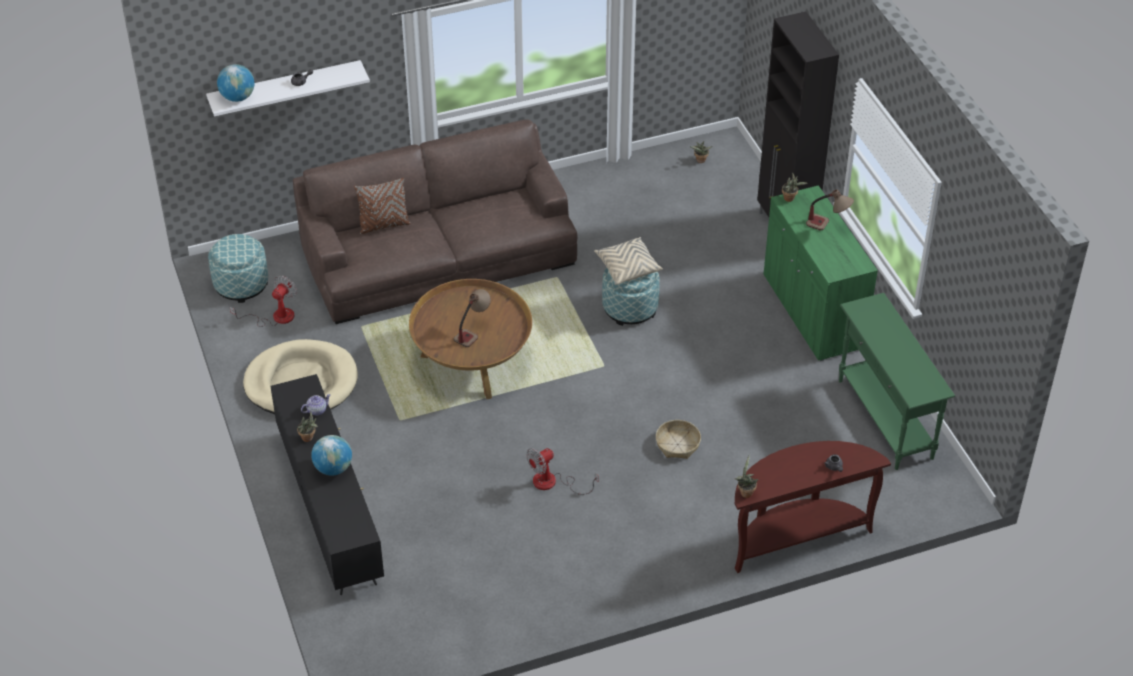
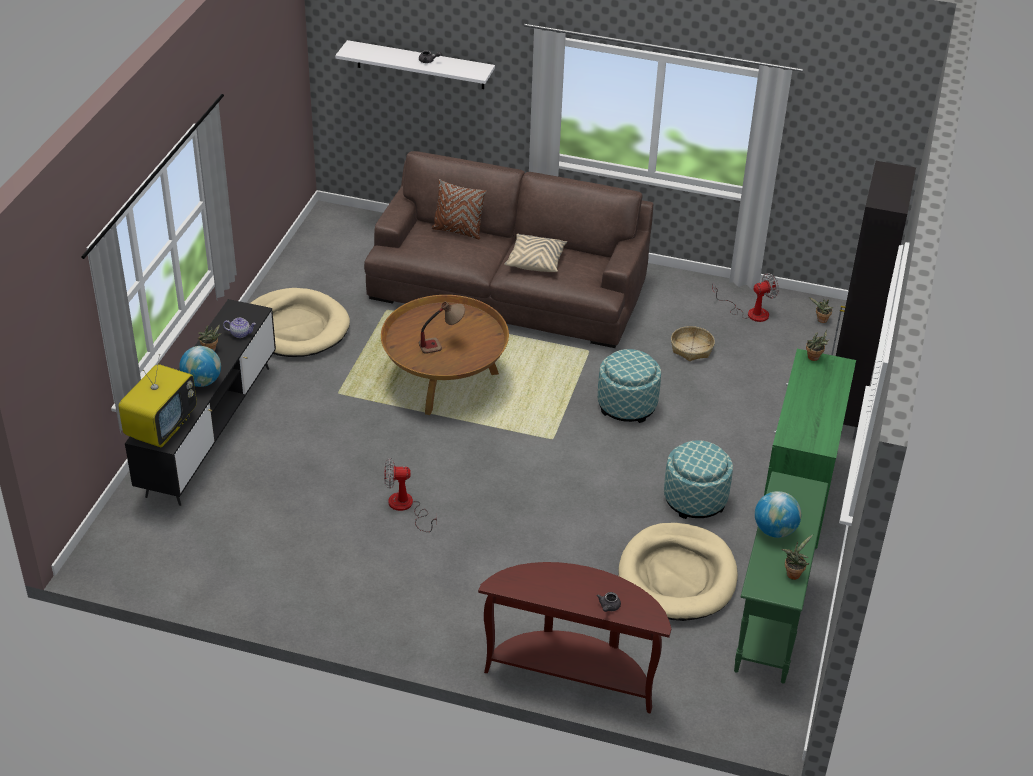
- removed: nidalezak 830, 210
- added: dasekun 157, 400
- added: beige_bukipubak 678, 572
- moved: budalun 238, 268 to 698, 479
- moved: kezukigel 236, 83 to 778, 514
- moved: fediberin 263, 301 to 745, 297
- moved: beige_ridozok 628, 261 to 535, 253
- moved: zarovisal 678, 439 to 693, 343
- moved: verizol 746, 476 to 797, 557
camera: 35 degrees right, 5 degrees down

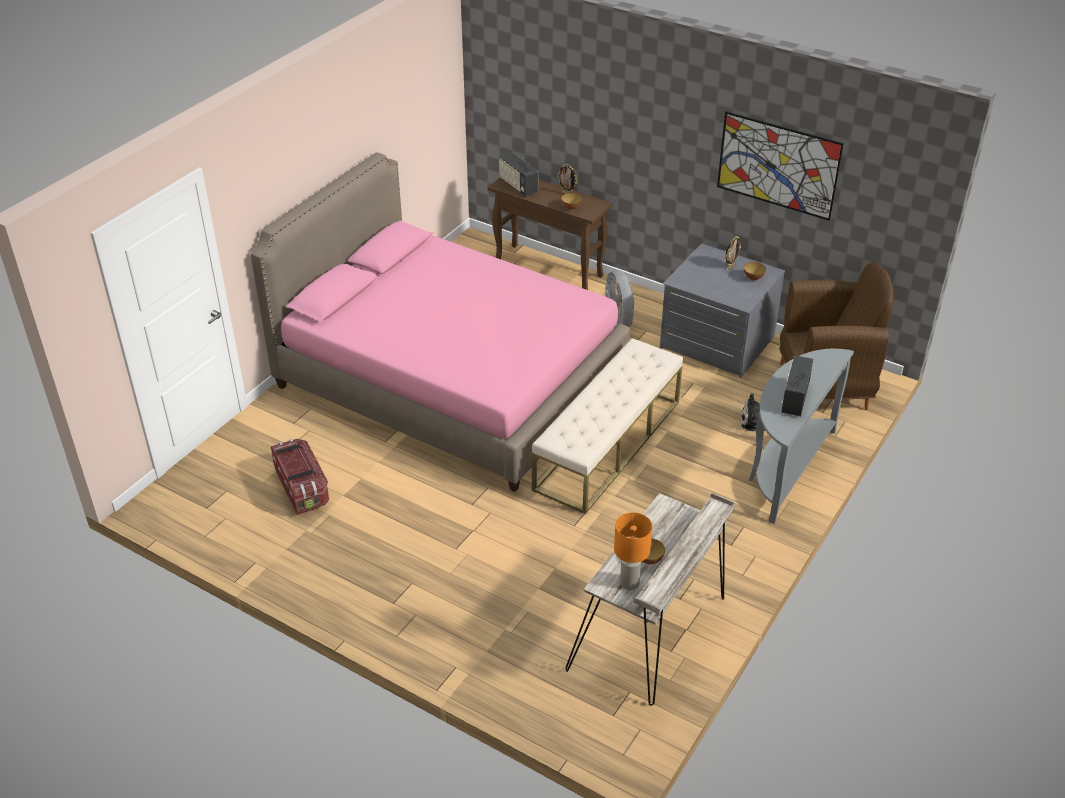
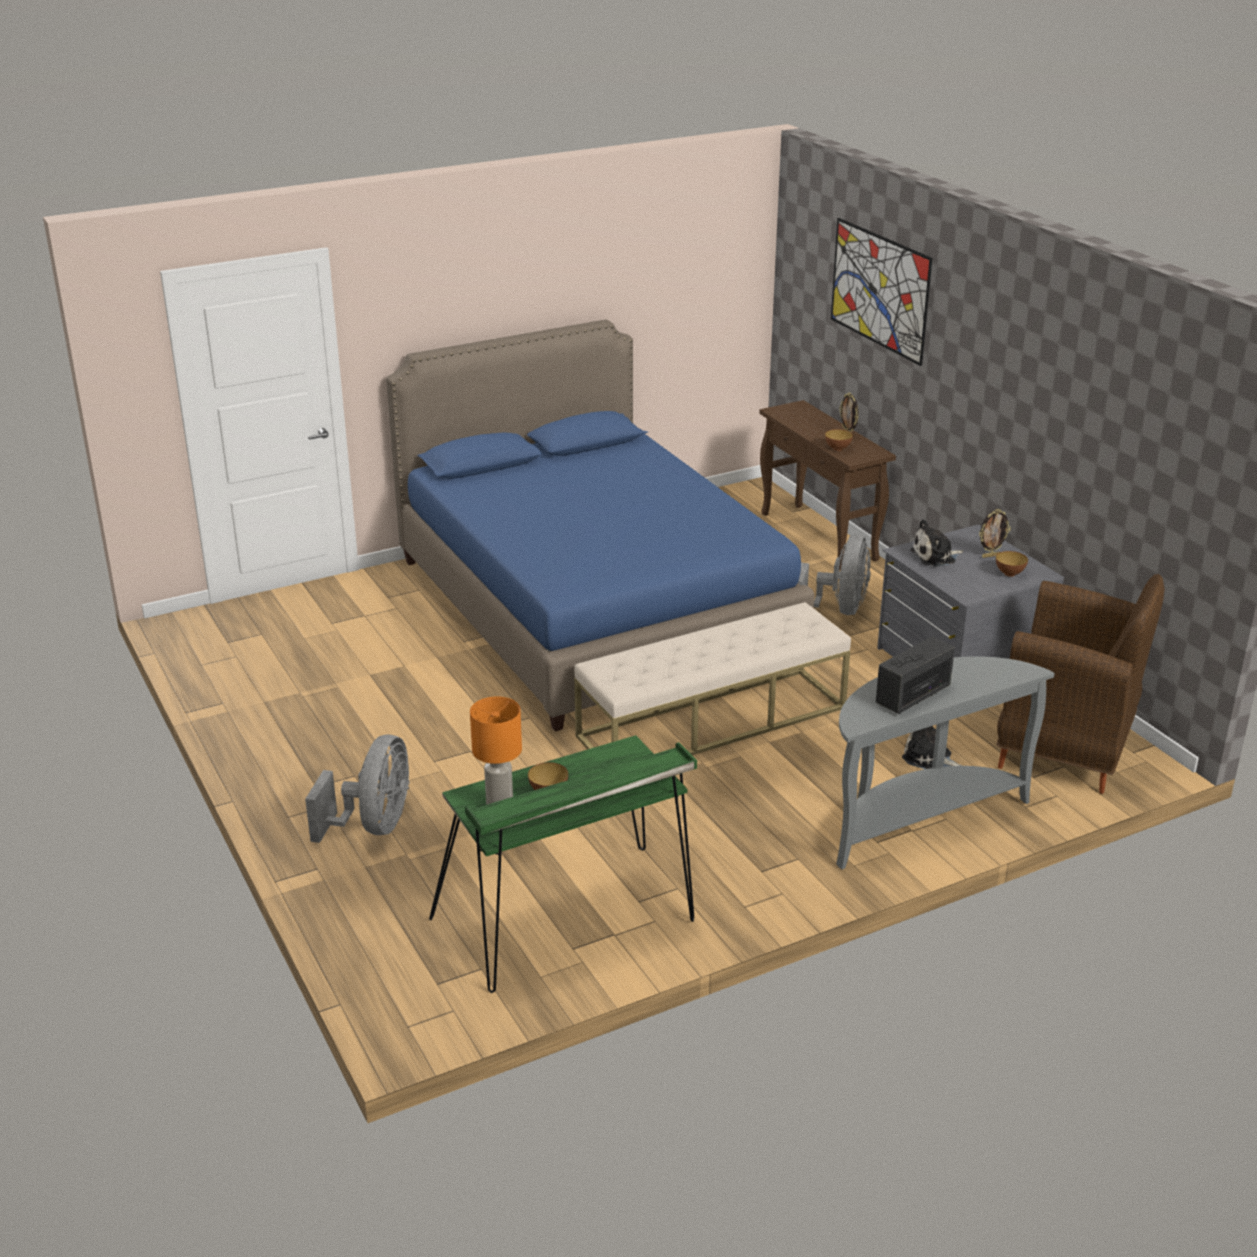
- removed: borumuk 300, 477
- removed: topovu 518, 175
- added: grey_fediberin 357, 789
- added: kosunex 937, 543
- moved: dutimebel 780, 166 to 881, 292
- recoloured: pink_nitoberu 440, 322 to blue_nitoberu 600, 526
- recoloured: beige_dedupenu 650, 599 to green_dedupenu 563, 864
camera: 30 degrees right, 10 degrees down

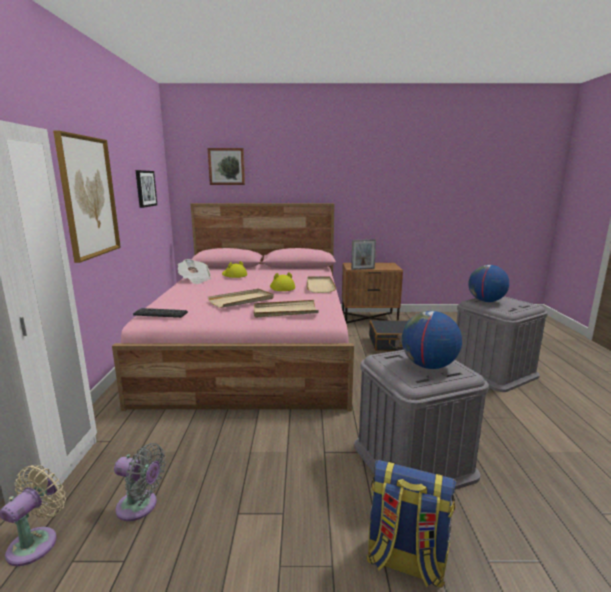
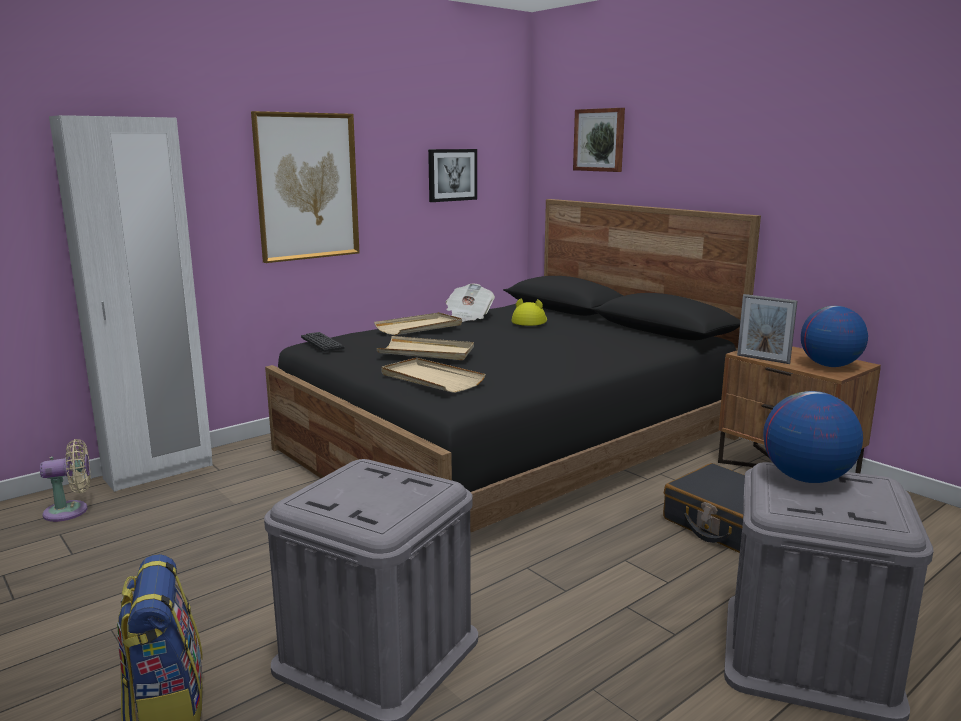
- removed: grey_fediberin 140, 482
- removed: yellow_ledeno 282, 281
- moved: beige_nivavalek 321, 284 to 418, 323
- moved: kezukigel 432, 340 to 834, 336
- recoloured: pink_nitoberu 233, 307 to black_nitoberu 513, 366
camera: 50 degrees right, 0 degrees up

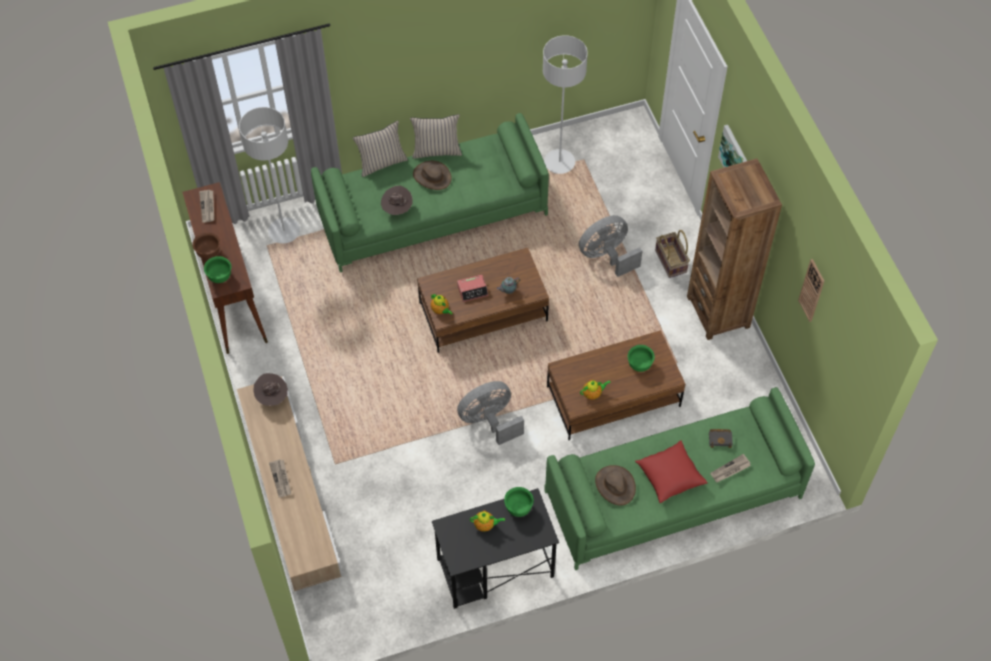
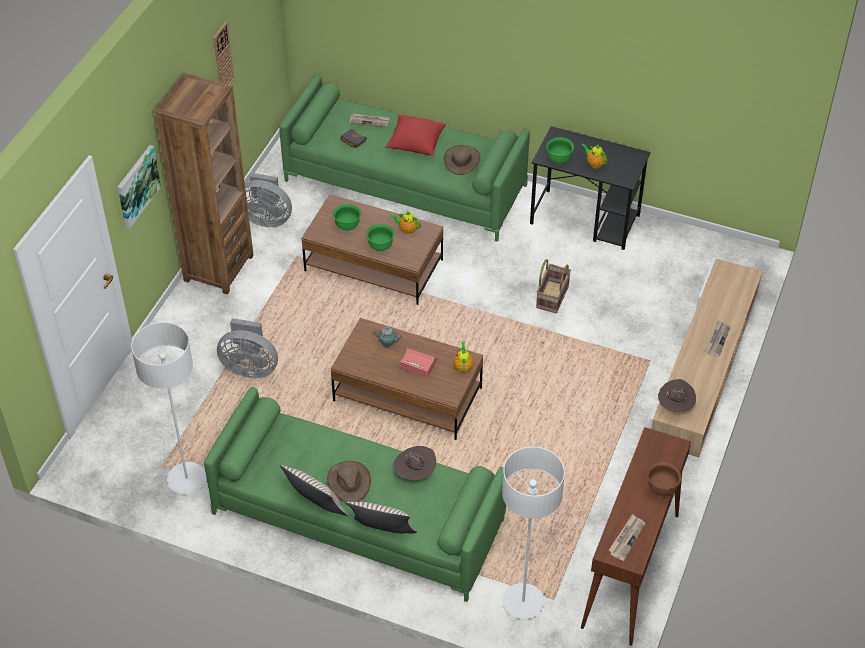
- moved: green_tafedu 217, 269 to 380, 237
- moved: grey_fediberin 490, 413 to 268, 200
- moved: zarovisal 672, 254 to 553, 286
camera: 140 degrees left, 10 degrees down

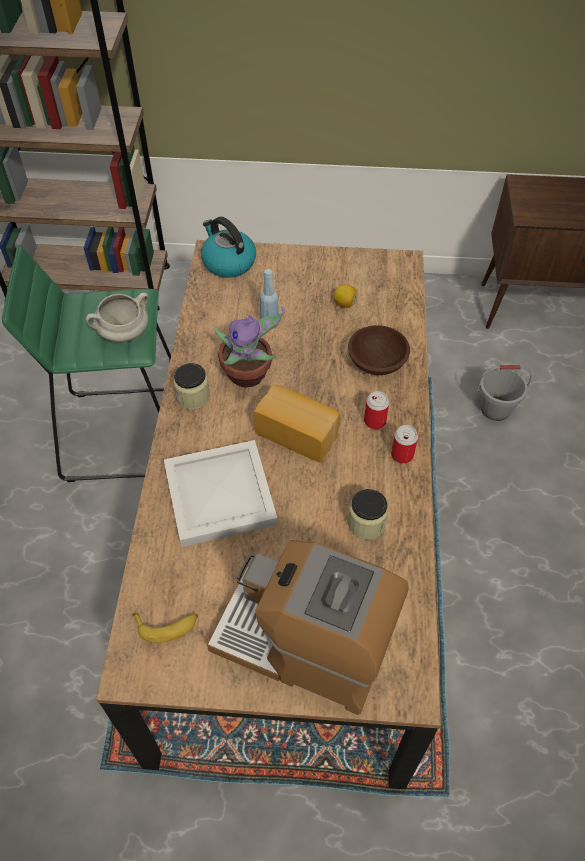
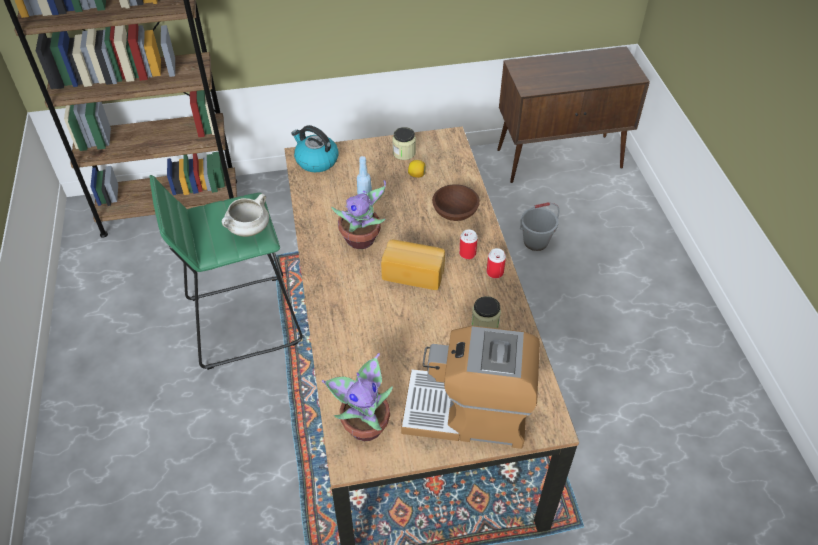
- removed: white_nivavalek 221, 493
- moved: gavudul 191, 386 to 404, 143
- replaced: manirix 165, 628 to verizol 357, 397
camera: 15 degrees left, 5 degrees down

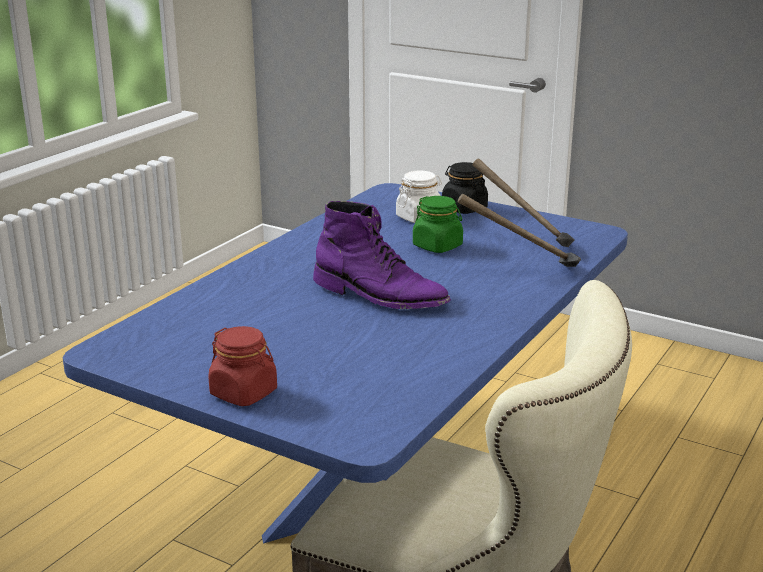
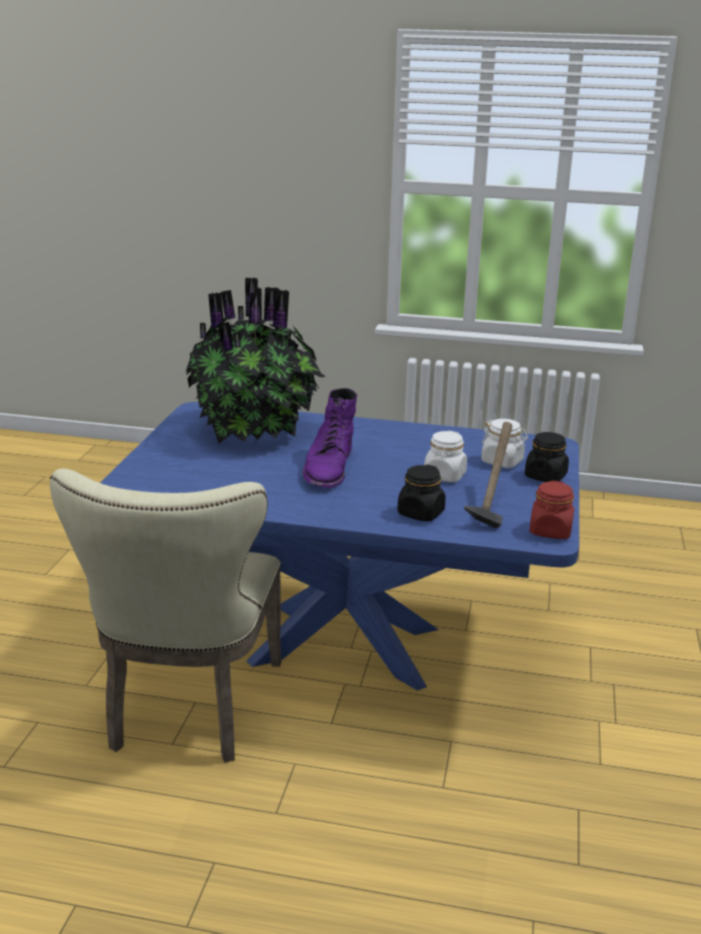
- added: verizol 256, 361
- moved: red_gavudul 242, 366 to 551, 509
- replaced: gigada 519, 230 to black_gavudul 421, 493
- recoloured: green_gavudul 438, 224 to white_gavudul 445, 456
camera: 70 degrees right, 0 degrees up

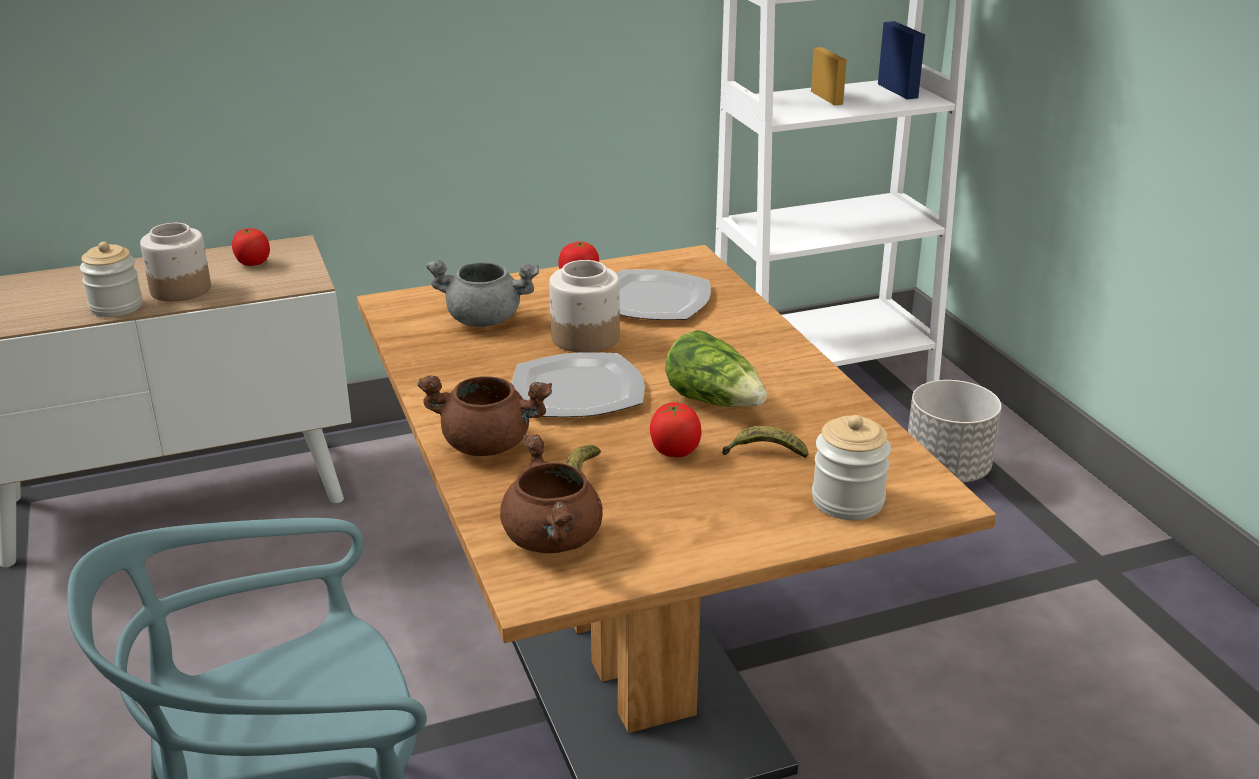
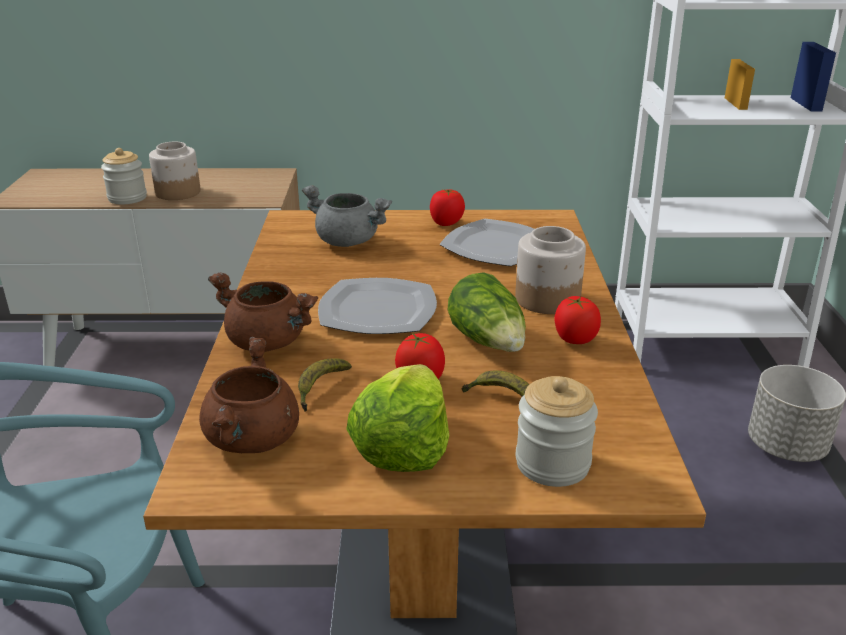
- added: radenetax 397, 418
- moved: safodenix 251, 247 to 578, 320
- moved: gavudul 584, 306 to 550, 270
camera: 20 degrees right, 0 degrees up

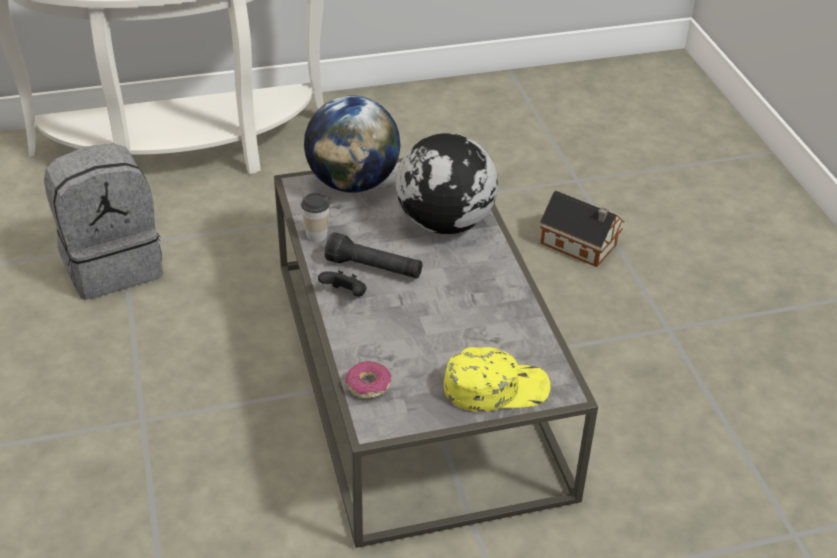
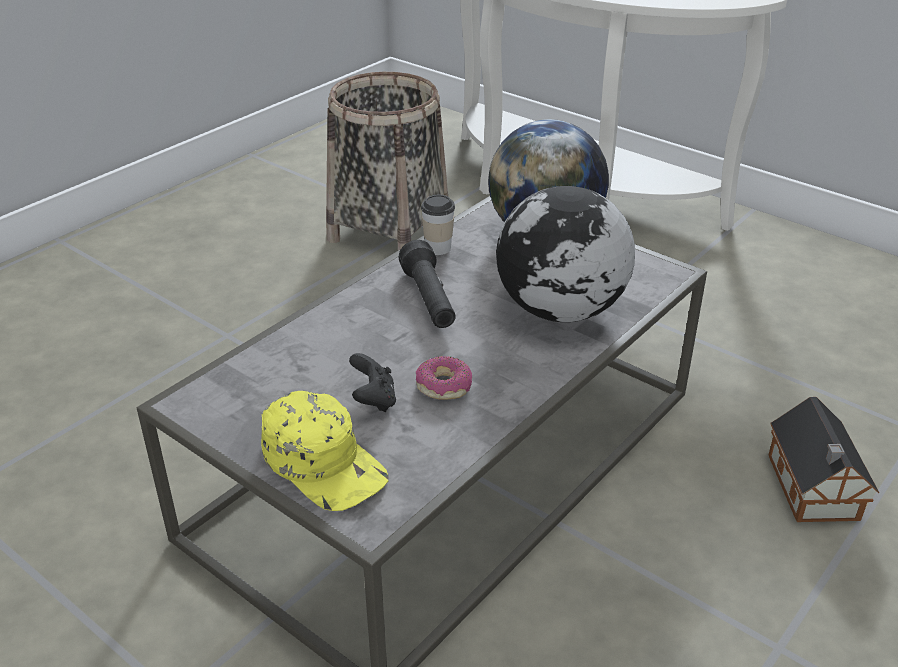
- moved: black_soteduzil 342, 284 to 372, 382
- moved: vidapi 368, 380 to 444, 378
- replaced: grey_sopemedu 103, 222 to zarovisal 387, 161
camera: 55 degrees right, 5 degrees down

